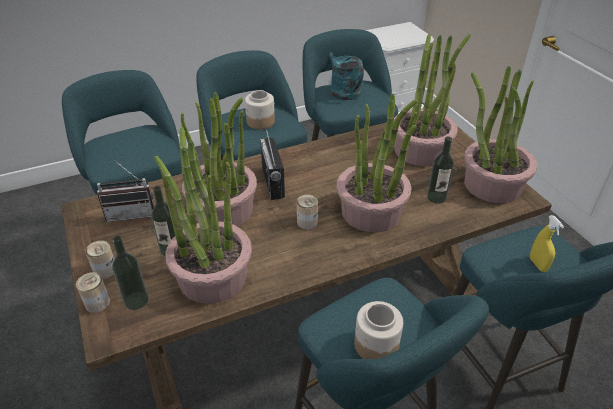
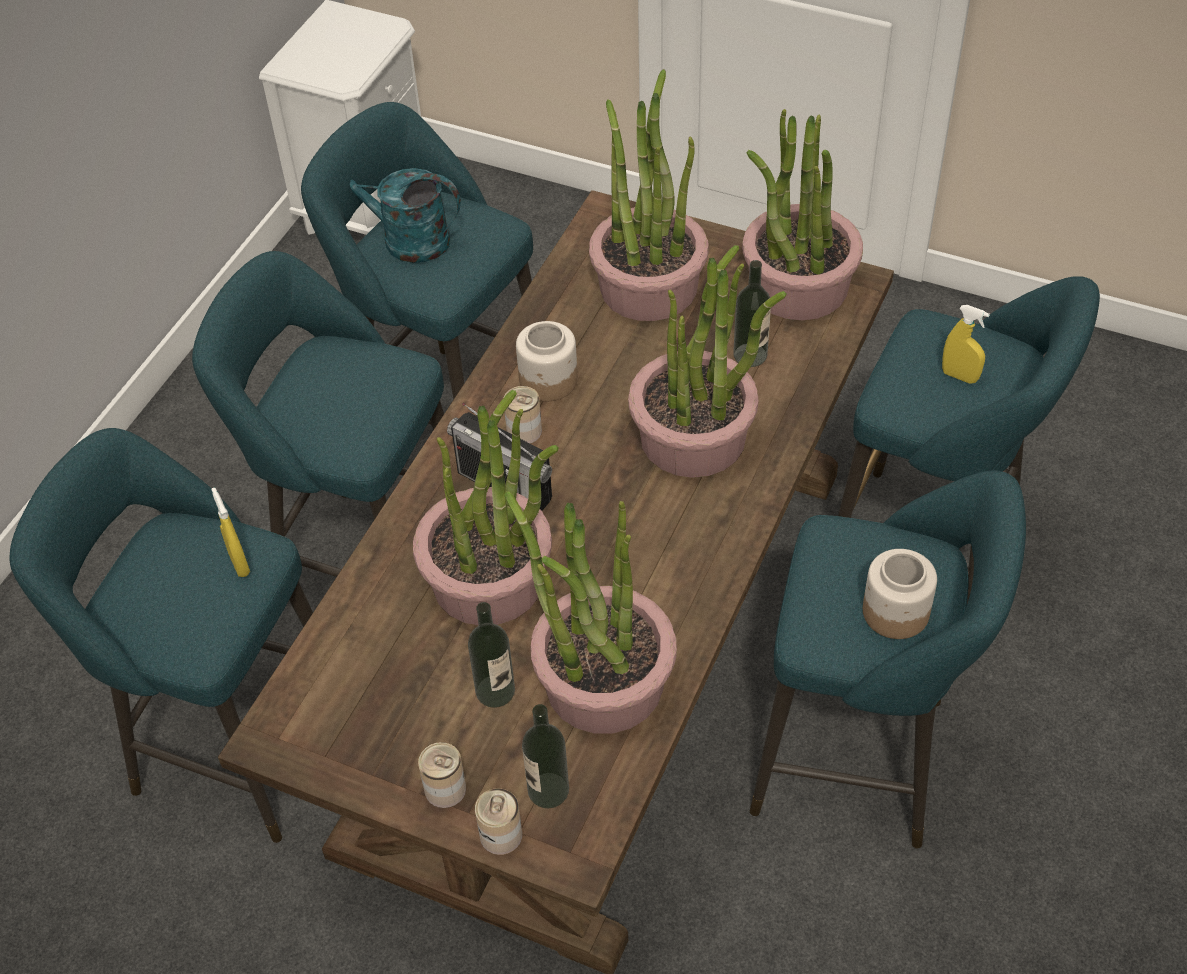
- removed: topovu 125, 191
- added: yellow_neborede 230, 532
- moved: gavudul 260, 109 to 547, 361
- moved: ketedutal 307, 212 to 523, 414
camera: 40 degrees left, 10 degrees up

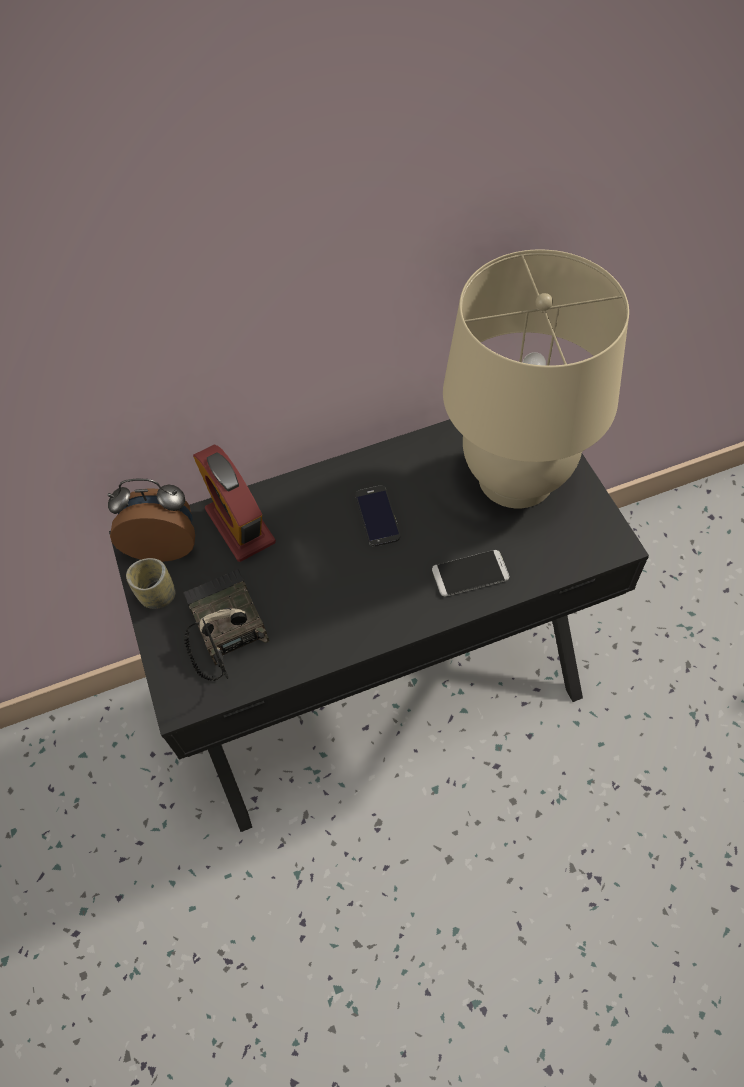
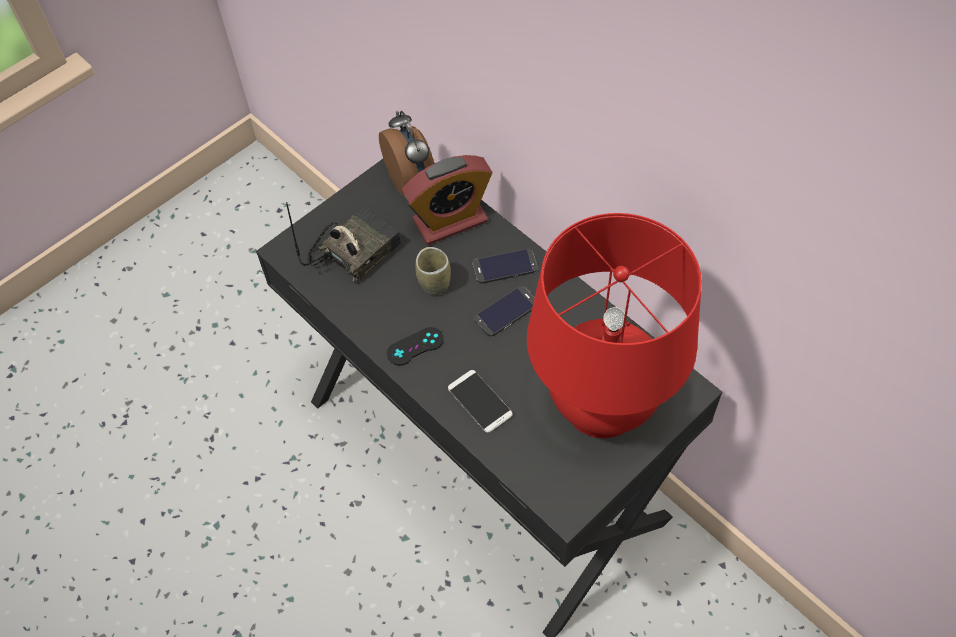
- added: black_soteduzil 415, 346
- added: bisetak 505, 266
- moved: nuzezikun 150, 583 to 433, 271
- recoloured: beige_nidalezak 536, 379 to red_nidalezak 614, 325
- turned: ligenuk 234, 503 = 447, 200 150 degrees counterclockwise
camera: 65 degrees right, 0 degrees up

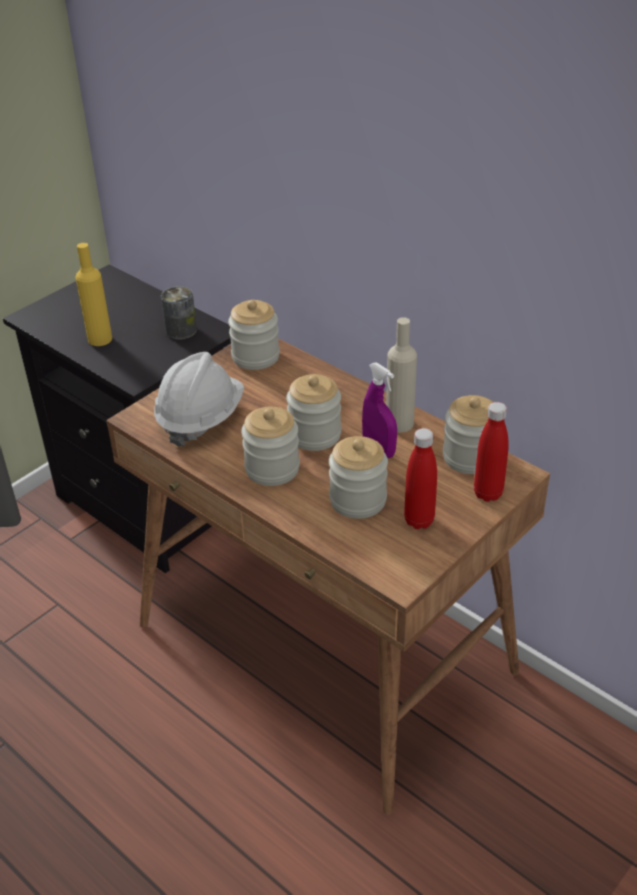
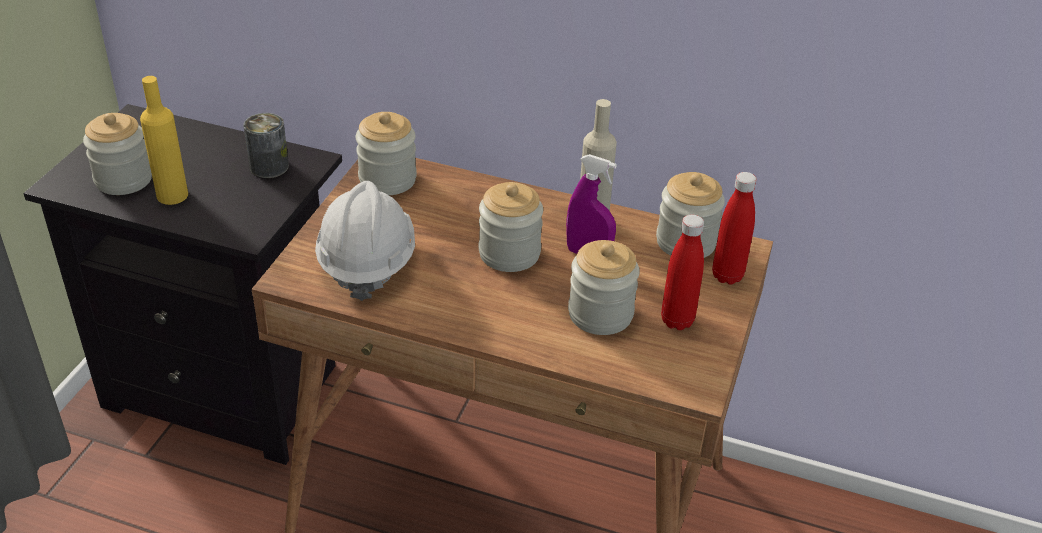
- moved: gavudul 270, 446 to 117, 154
camera: 25 degrees left, 0 degrees up

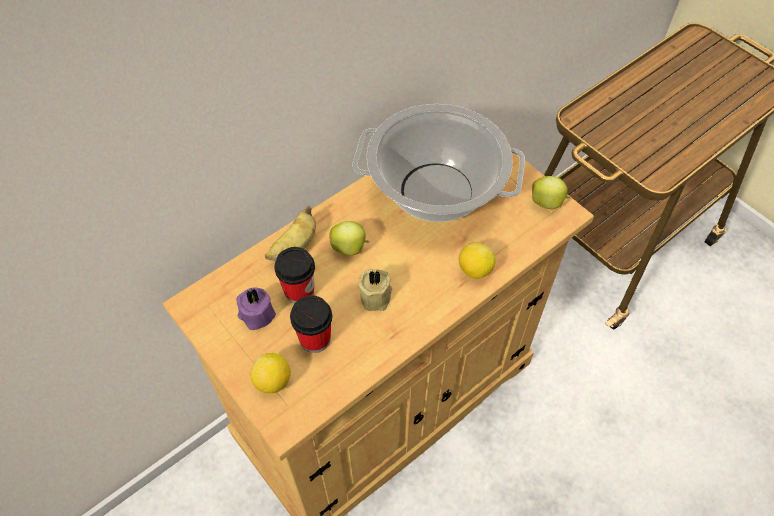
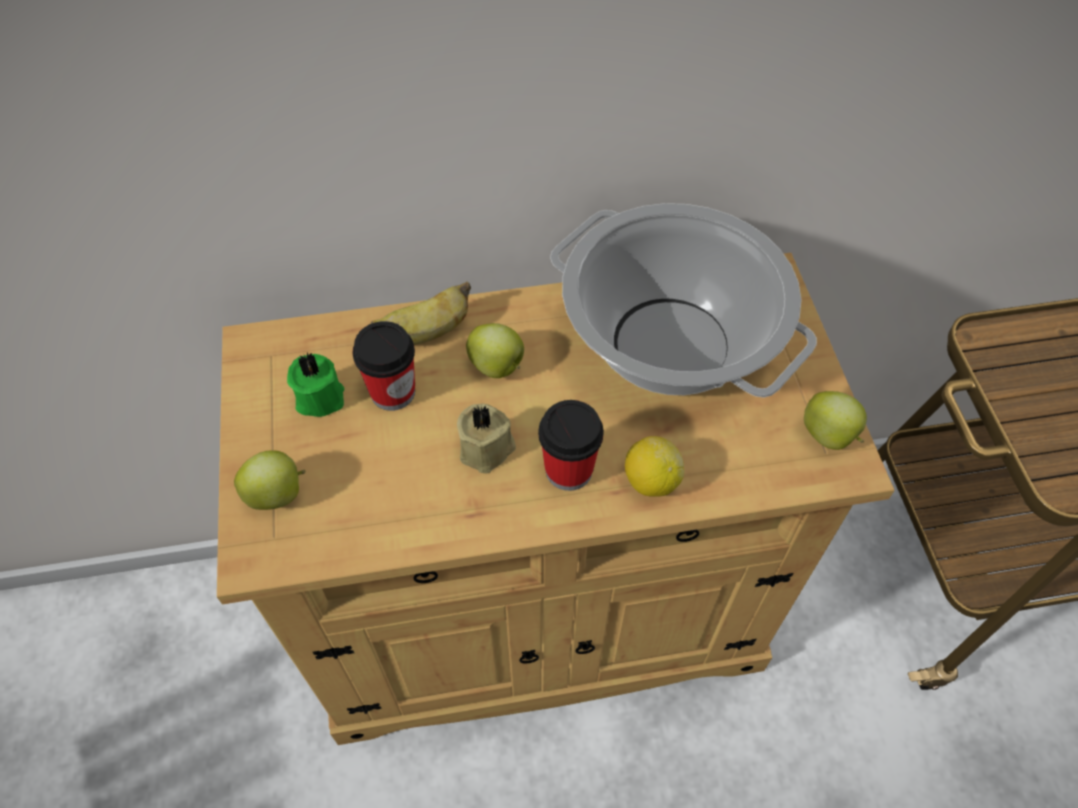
- moved: nuzezikun 311, 324 to 571, 445
- replaced: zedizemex 270, 373 to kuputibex 270, 480
- recoloured: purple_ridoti 256, 309 to green_ridoti 316, 384
camera: 30 degrees right, 0 degrees up

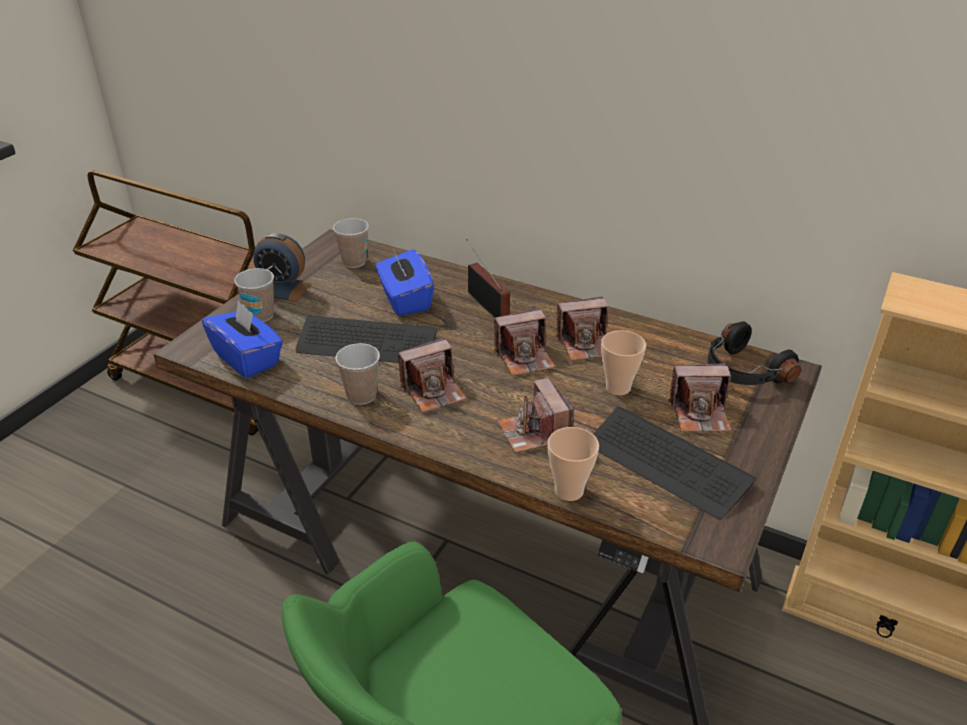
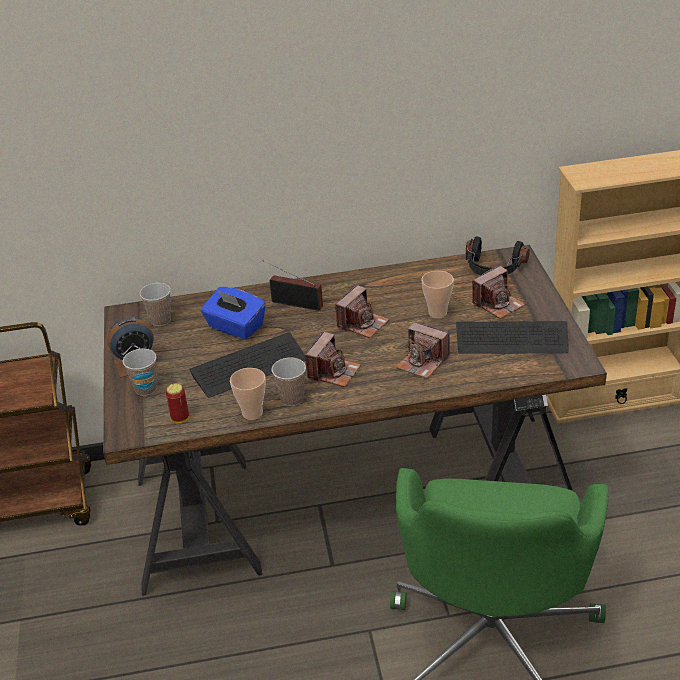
- removed: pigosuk 581, 328
- moved: nuzezikun 573, 464 to 248, 394
- replaced: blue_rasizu 242, 339 to ketedutal 177, 403
camera: 35 degrees left, 0 degrees up

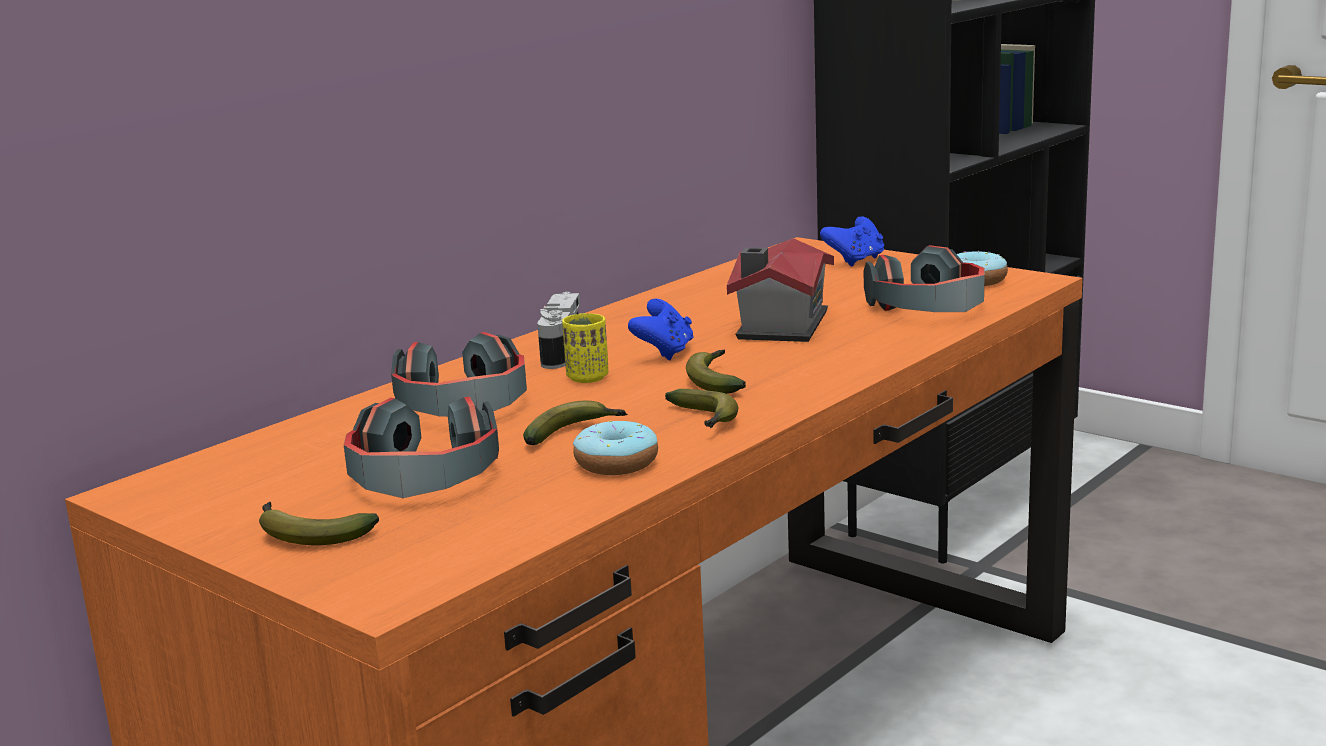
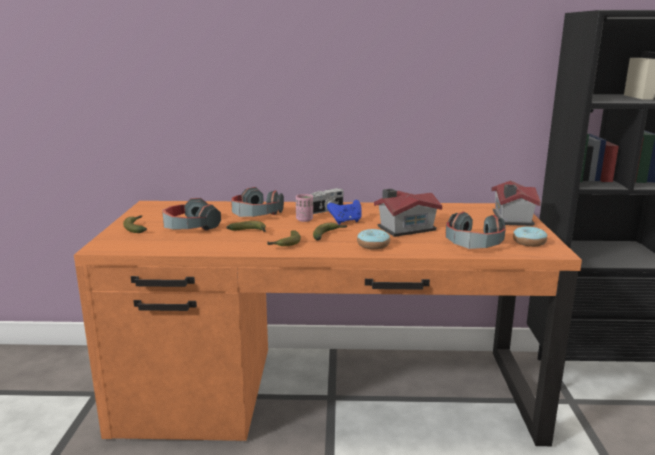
- moved: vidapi 615, 448 to 373, 239
- replaced: blue_soteduzil 852, 241 to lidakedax 516, 203
- recoloured: yellow_nuzezikun 585, 348 to pink_nuzezikun 304, 208
camera: 50 degrees right, 0 degrees up

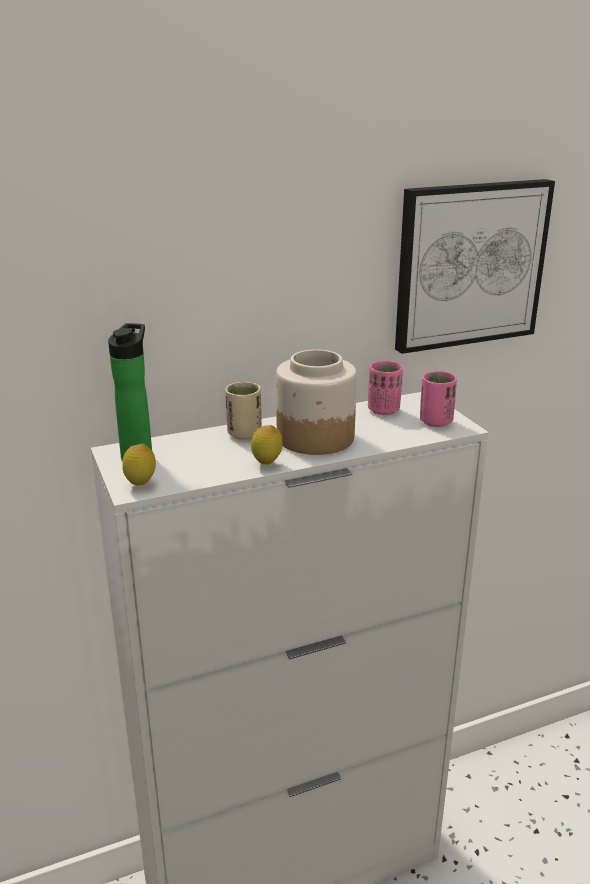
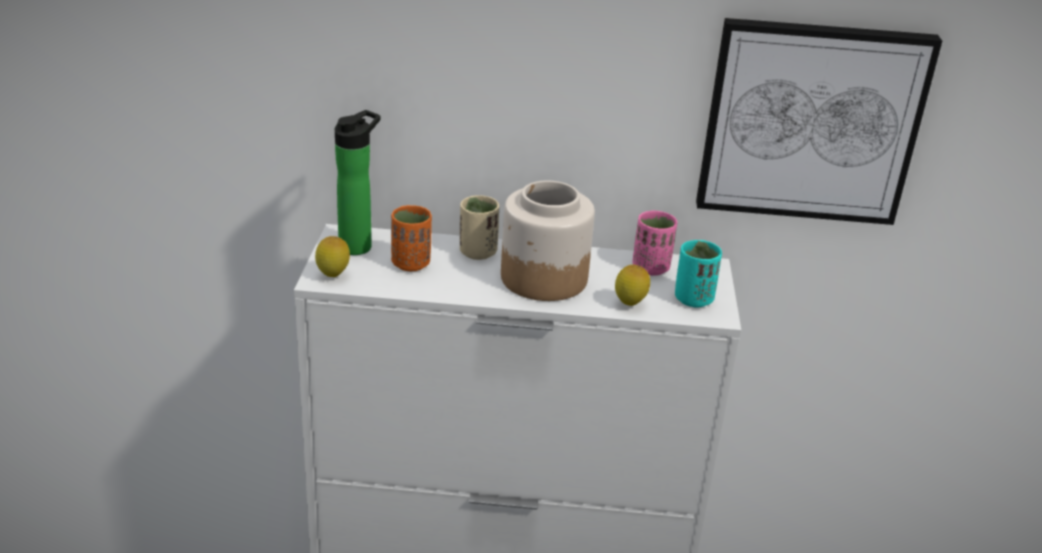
- added: orange_nuzezikun 411, 238
- moved: zedizemex 267, 444 to 632, 285
- recoloured: pink_nuzezikun 438, 399 to turquoise_nuzezikun 698, 273
camera: 25 degrees right, 5 degrees up

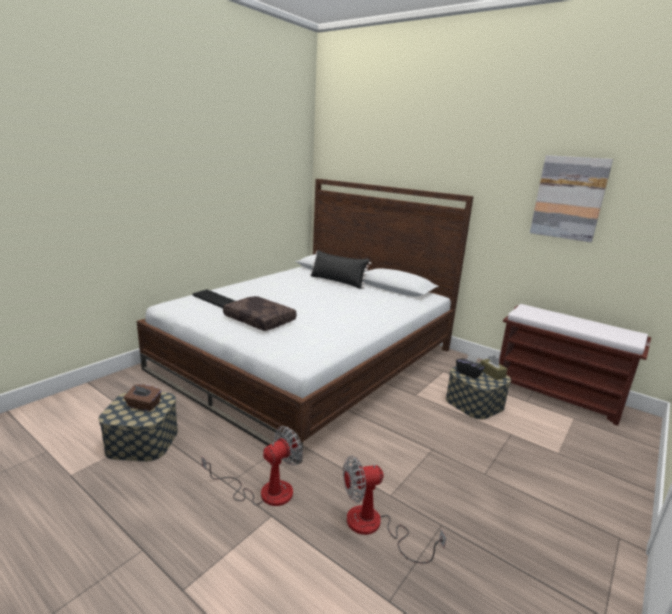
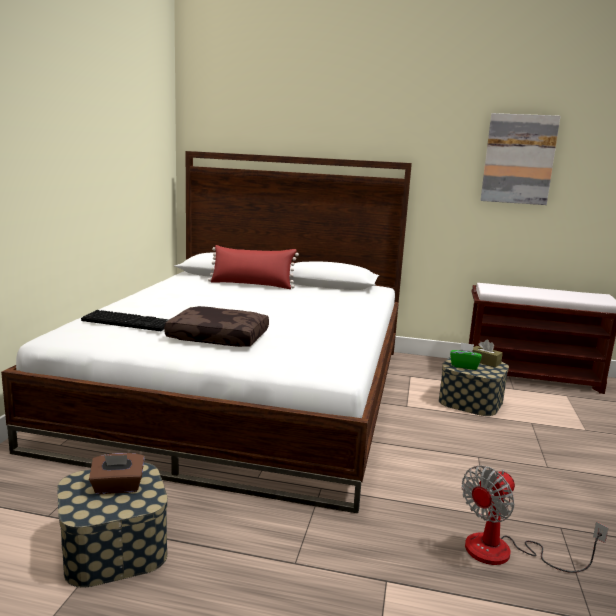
- removed: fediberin 252, 466
- recoloured: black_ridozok 340, 269 to red_ridozok 253, 267
- recoloured: black_rasizu 470, 366 to green_rasizu 466, 356
camera: 25 degrees left, 5 degrees down

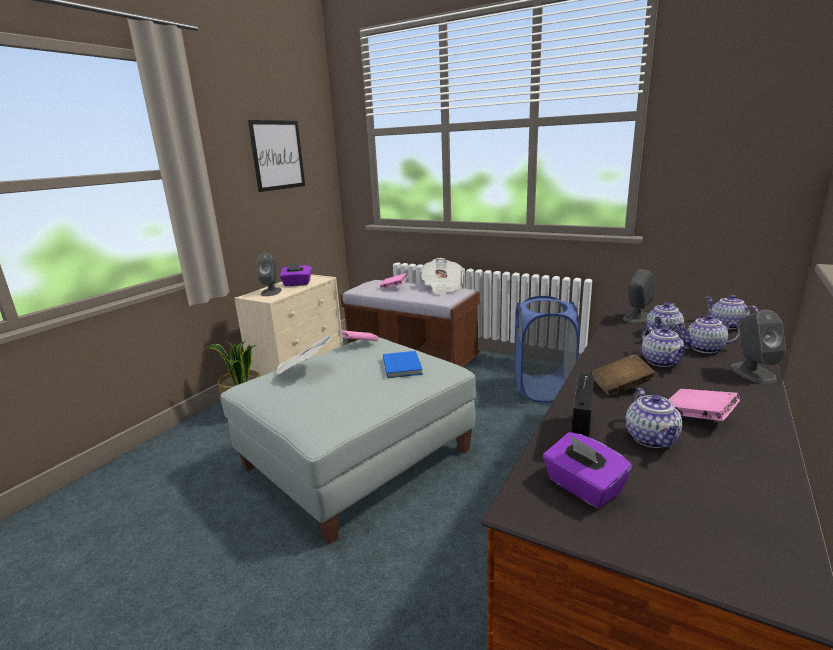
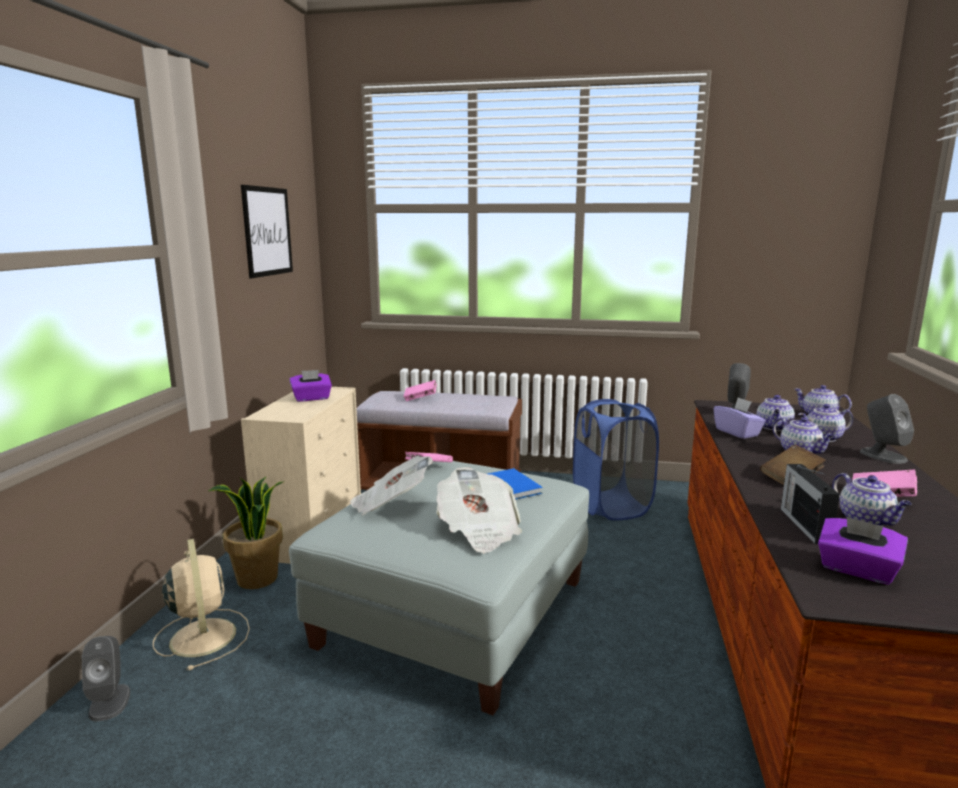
- added: beige_fediberin 201, 604
- added: purple_rasizu 739, 418
- moved: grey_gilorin 269, 274 to 105, 678
- moved: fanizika 442, 276 to 479, 510
camera: 20 degrees left, 5 degrees down

